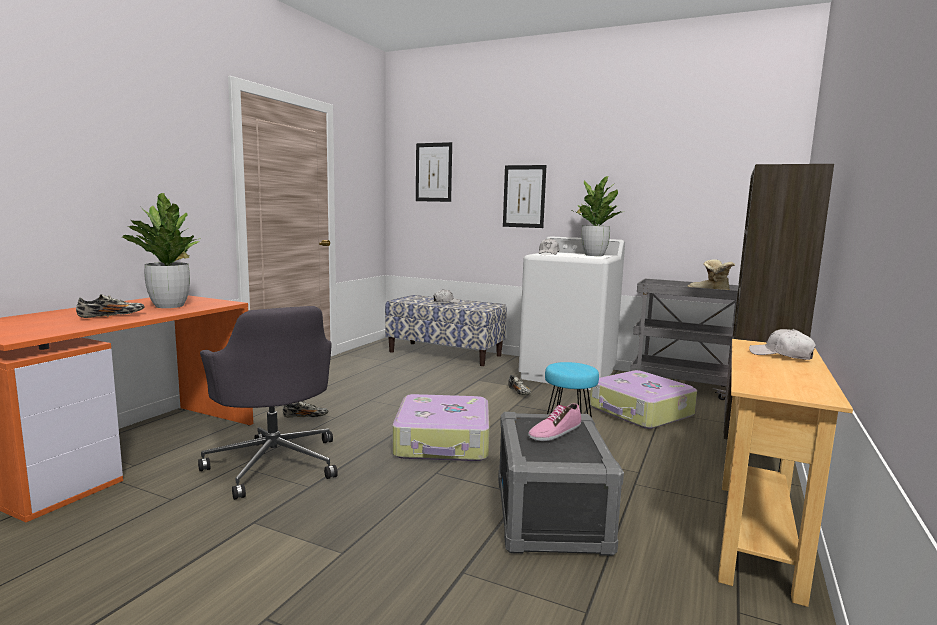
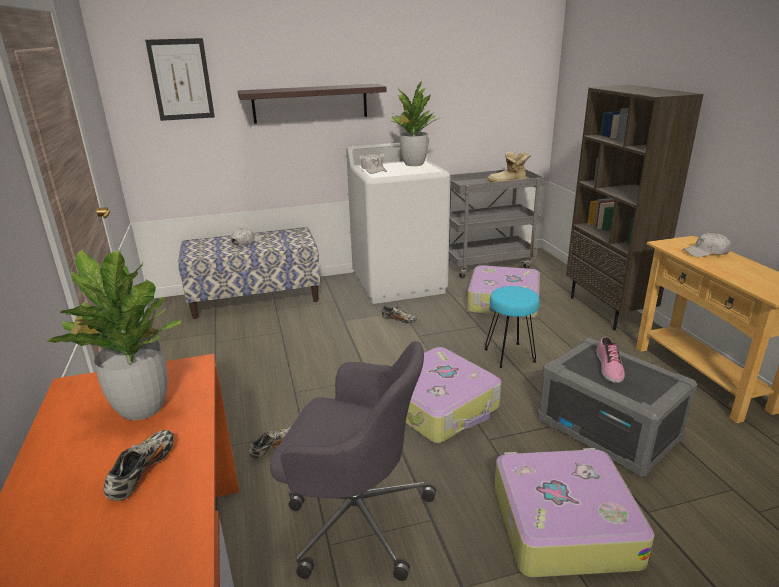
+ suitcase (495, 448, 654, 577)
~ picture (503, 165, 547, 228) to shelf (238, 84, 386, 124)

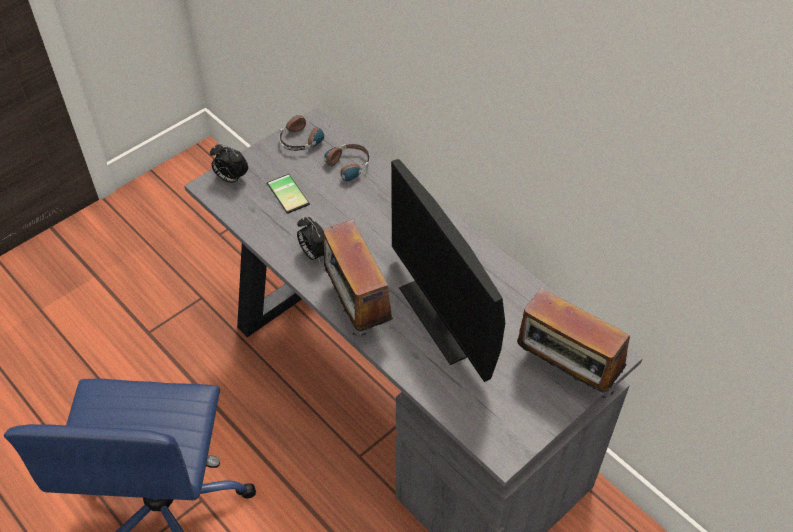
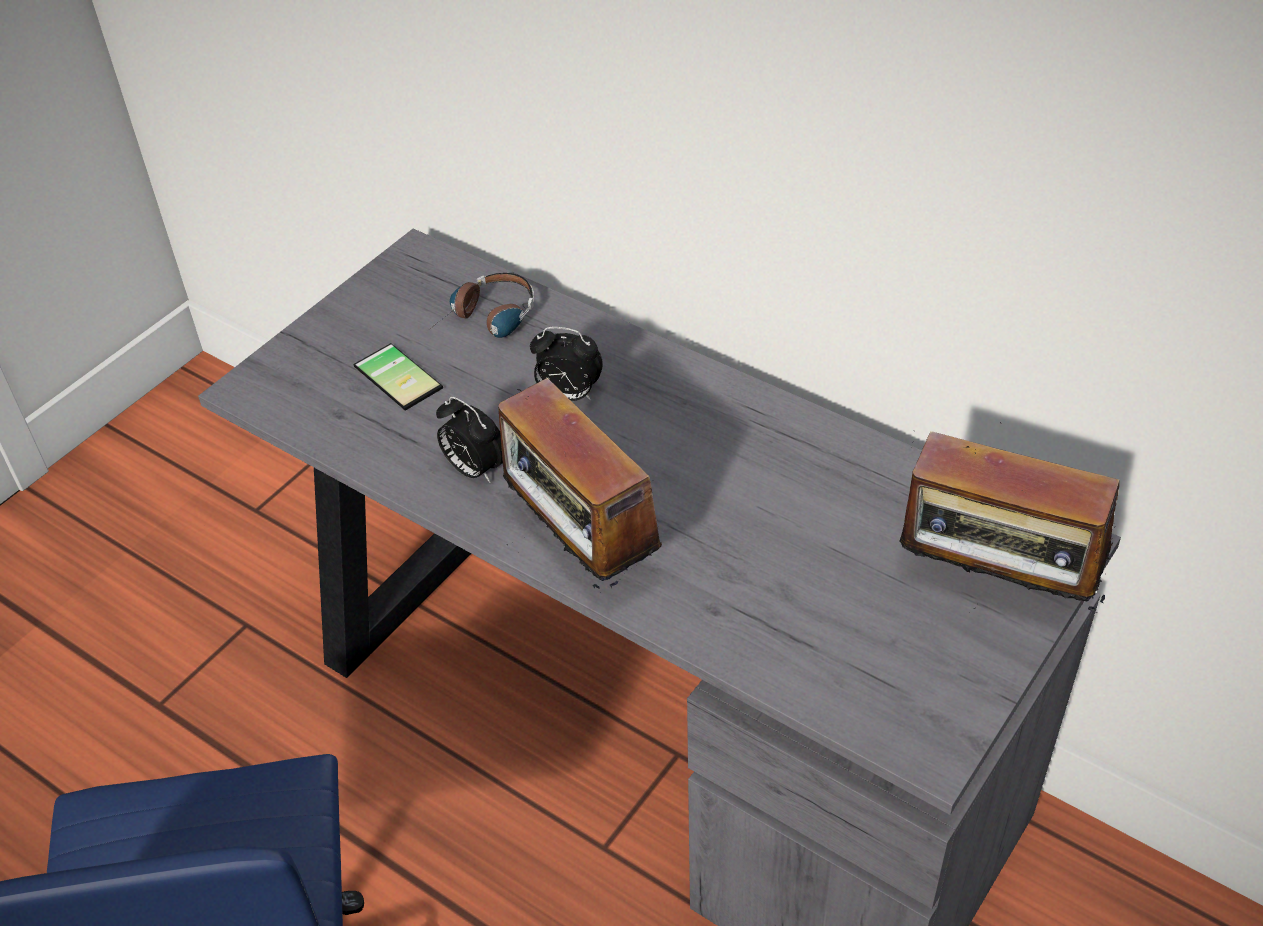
- headphones (279, 115, 333, 151)
- monitor (391, 159, 505, 382)
~ alarm clock (210, 143, 248, 183) to (530, 327, 603, 401)

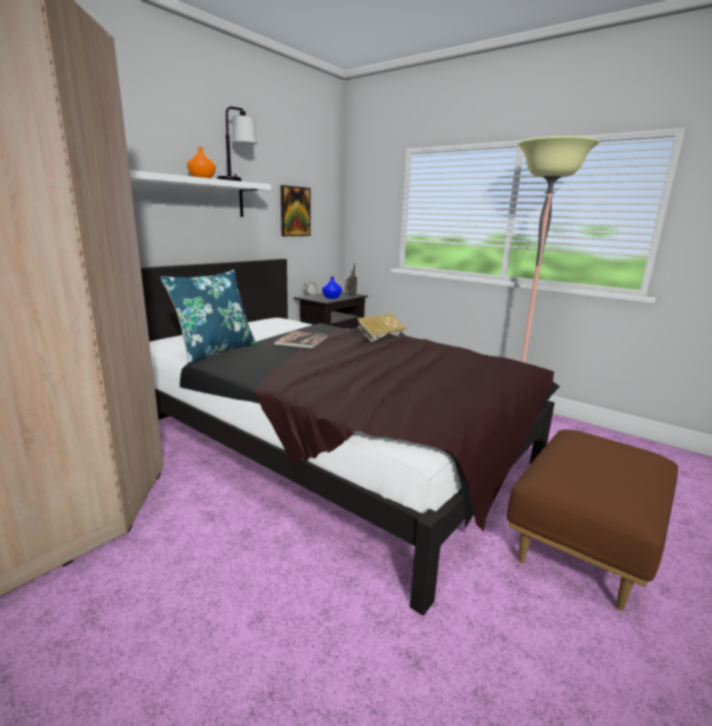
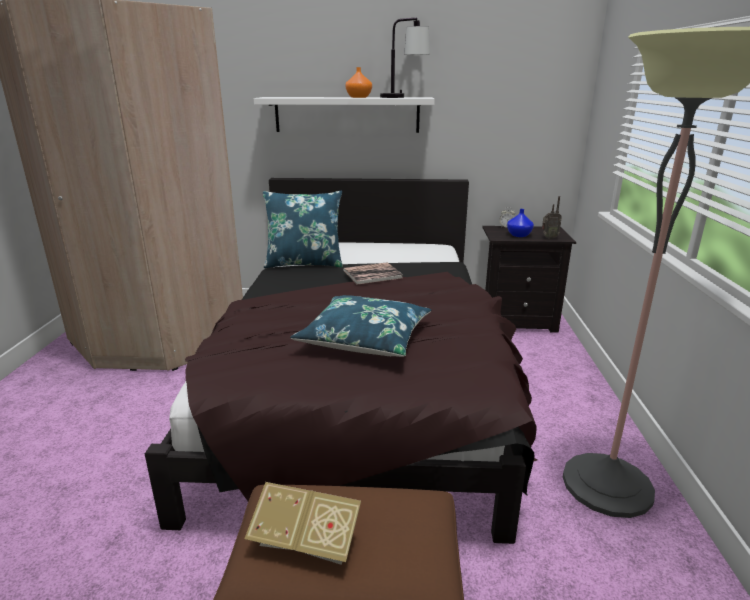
- picture (281, 185, 311, 236)
+ pillow/blue (290, 295, 432, 357)
~ book (357, 313, 407, 342) to (244, 482, 361, 565)

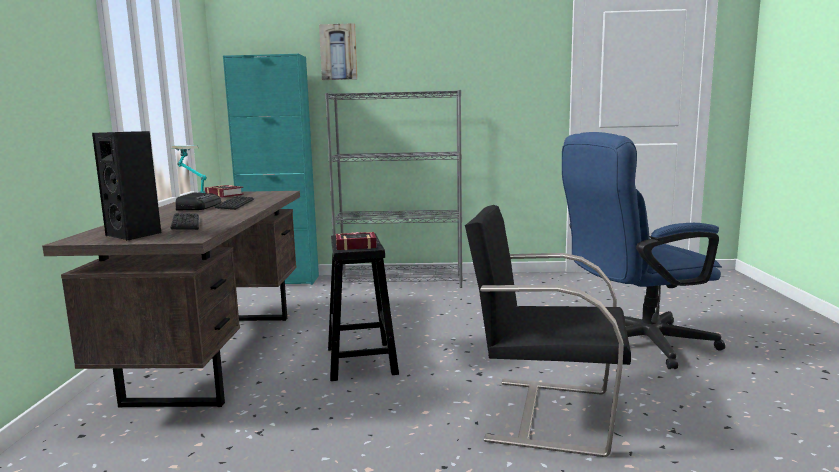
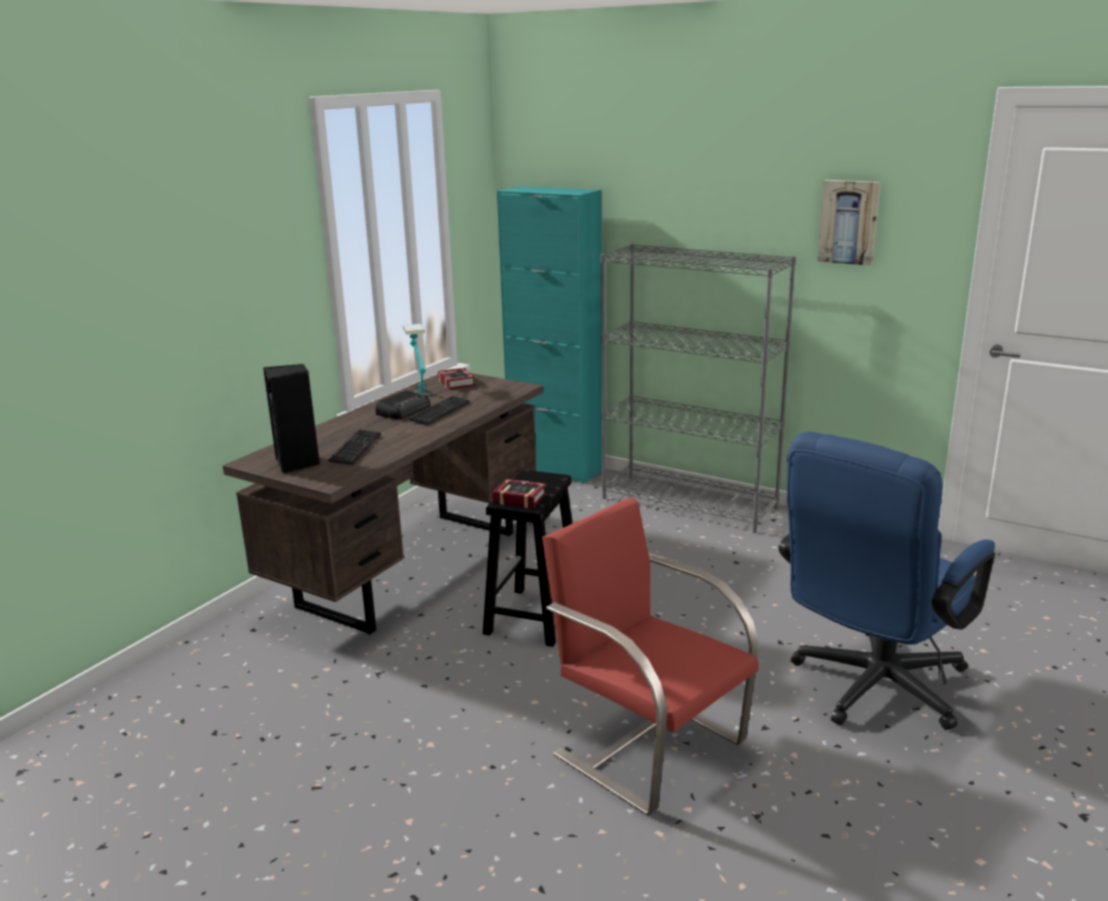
~ picture (319, 23, 358, 80) to (817, 180, 880, 266)
~ chair/black (465, 205, 631, 457) to chair/red (542, 498, 759, 815)
~ office chair/blue (562, 132, 725, 369) = (778, 432, 995, 730) 60 degrees counterclockwise

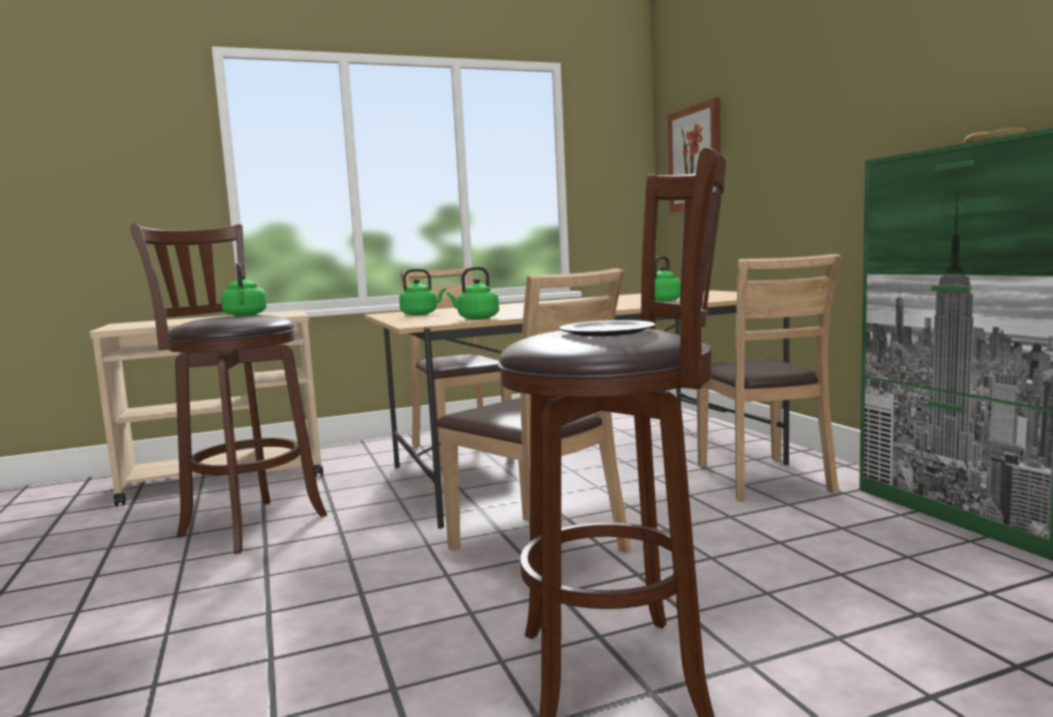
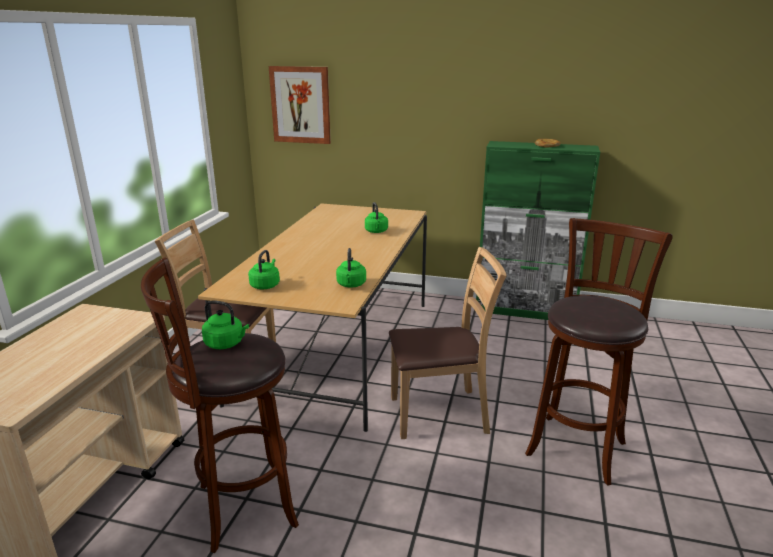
- plate (559, 320, 655, 336)
- chair/brown (697, 254, 842, 501)

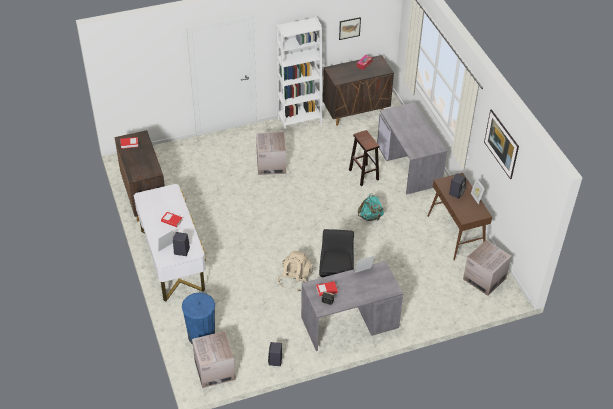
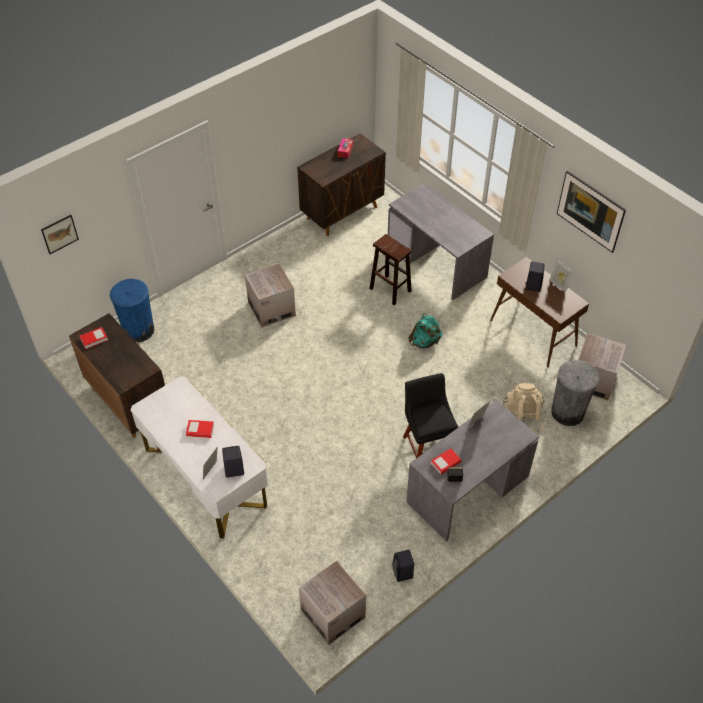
- bookcase/white (276, 17, 322, 133)
+ trash can/grey (551, 360, 599, 426)
~ trash can/blue (182, 292, 215, 345) to (110, 279, 154, 342)
~ backpack/beige (278, 251, 313, 292) to (503, 383, 545, 433)
~ picture (339, 17, 361, 40) to (41, 215, 79, 254)

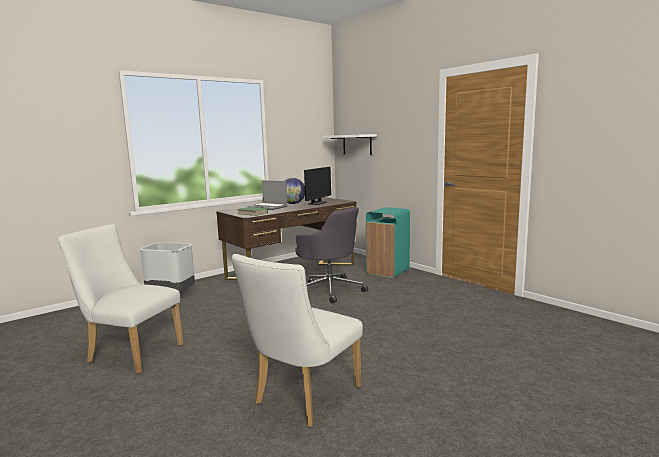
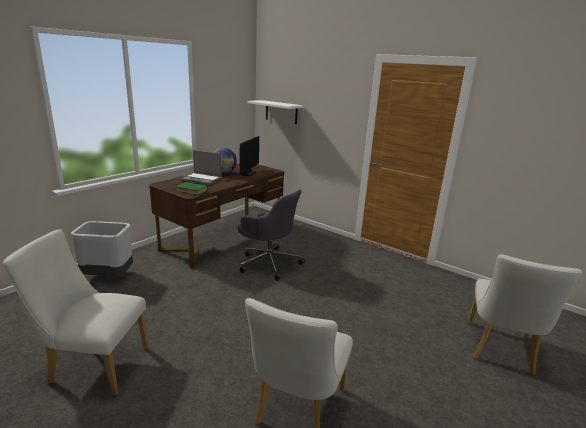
- trash can/turquoise (366, 207, 410, 278)
+ chair/white (468, 254, 582, 375)

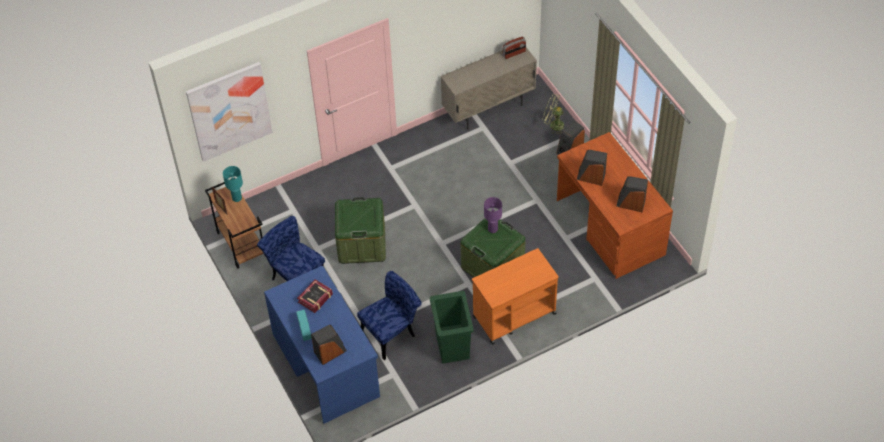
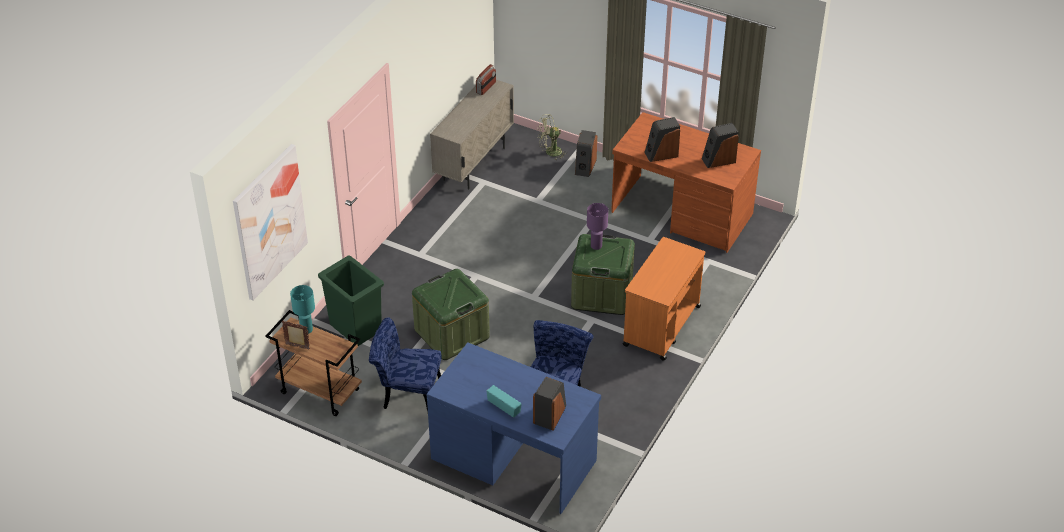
- book (297, 279, 333, 313)
~ trash can/green (430, 291, 474, 364) to (318, 256, 384, 346)

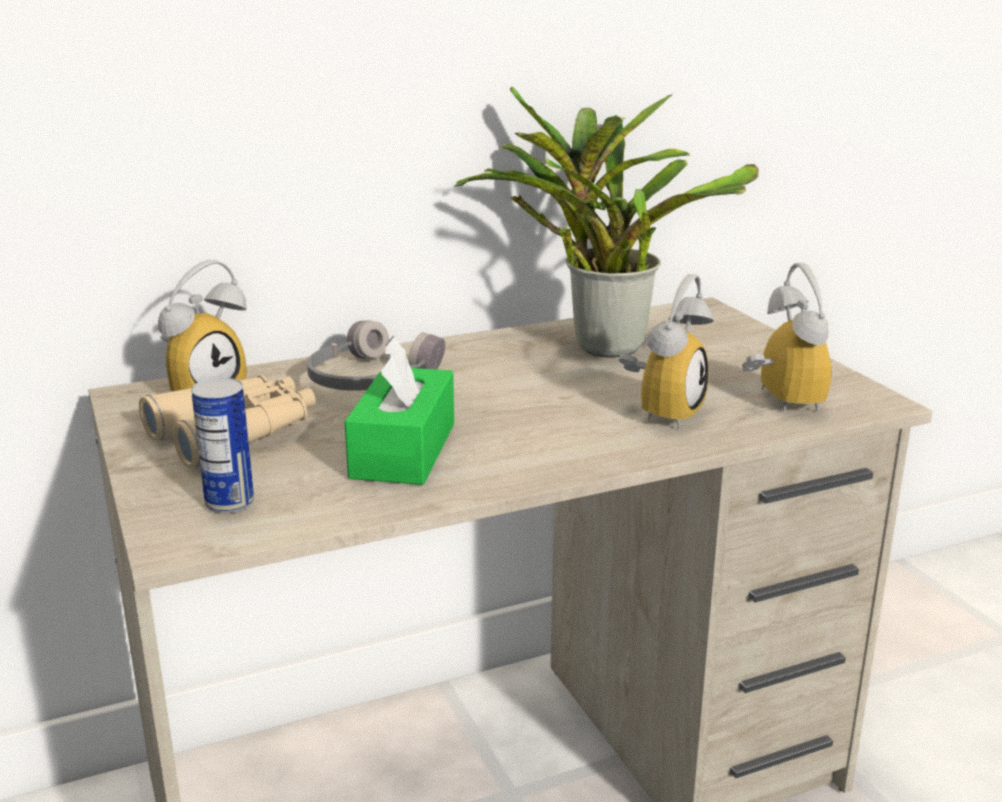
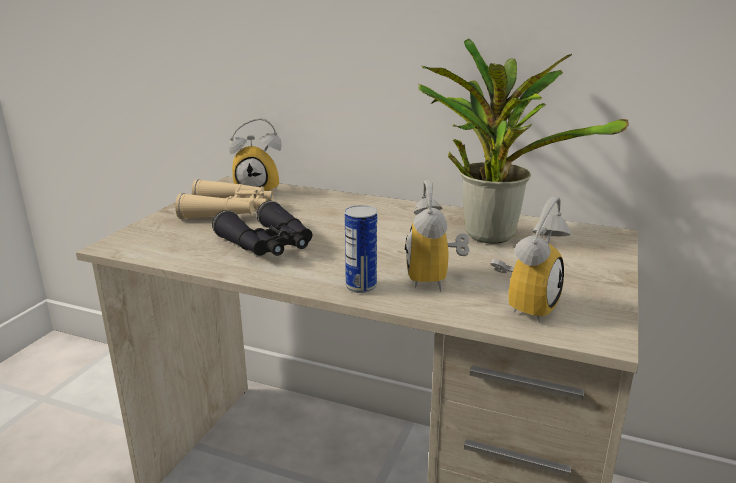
- headphones/grey (307, 321, 445, 391)
~ can (191, 378, 254, 513) to (345, 205, 377, 293)
~ tissue box/green (344, 336, 454, 485) to binoculars/black (212, 201, 312, 256)
~ alarm clock (619, 274, 714, 429) = (405, 180, 469, 292) 105 degrees clockwise

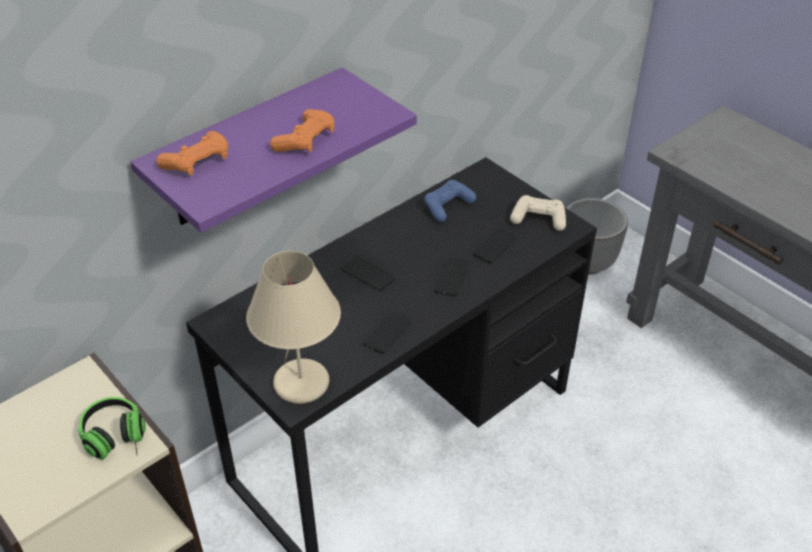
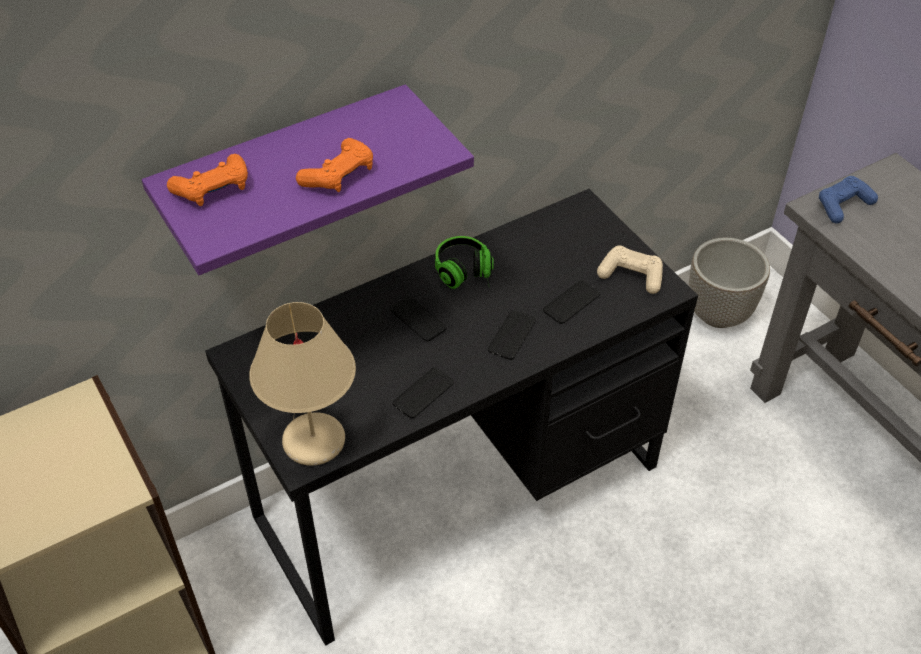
~ headphones (78, 397, 146, 460) to (435, 236, 494, 289)
~ game controller/blue (424, 180, 476, 222) to (819, 176, 878, 224)

